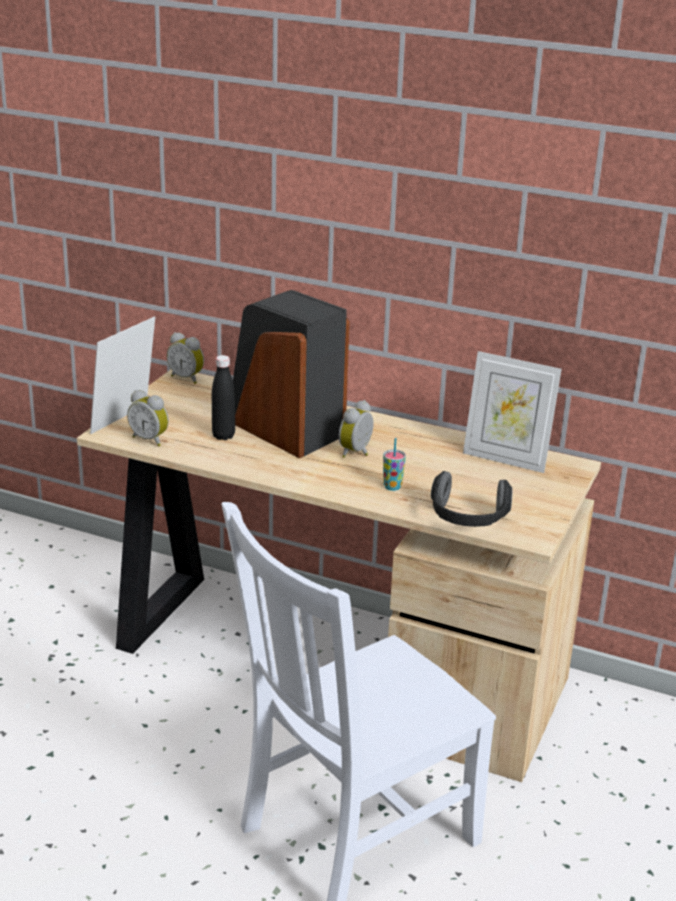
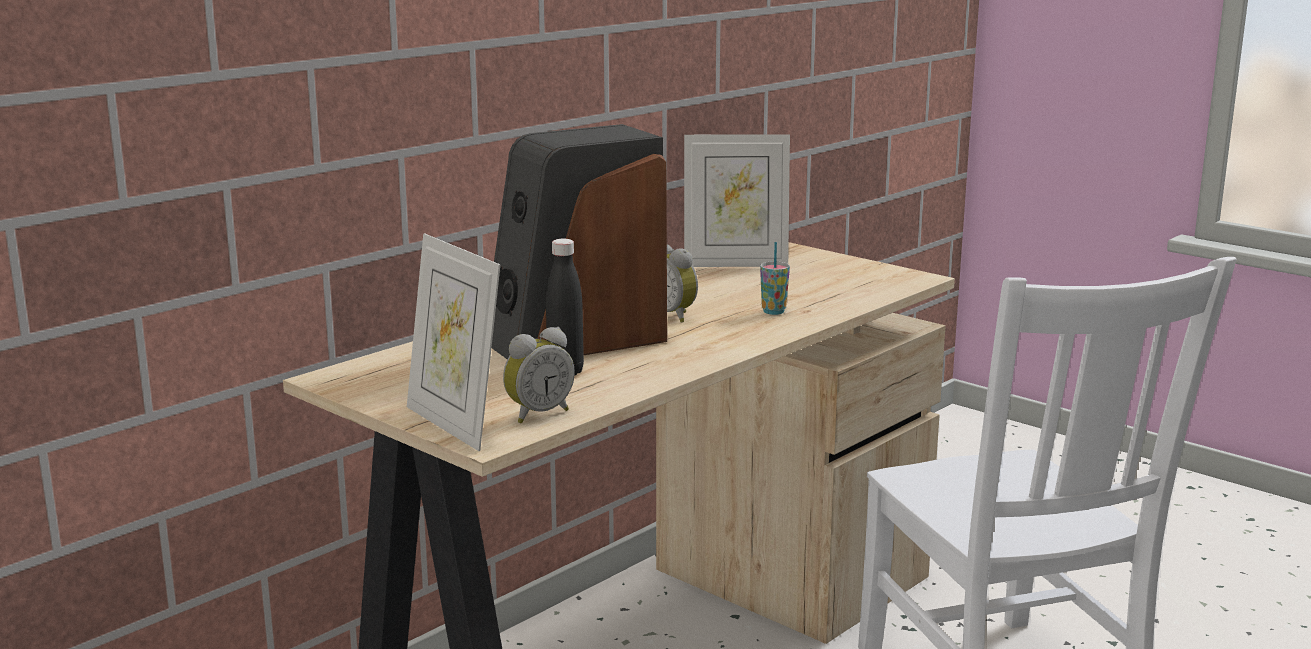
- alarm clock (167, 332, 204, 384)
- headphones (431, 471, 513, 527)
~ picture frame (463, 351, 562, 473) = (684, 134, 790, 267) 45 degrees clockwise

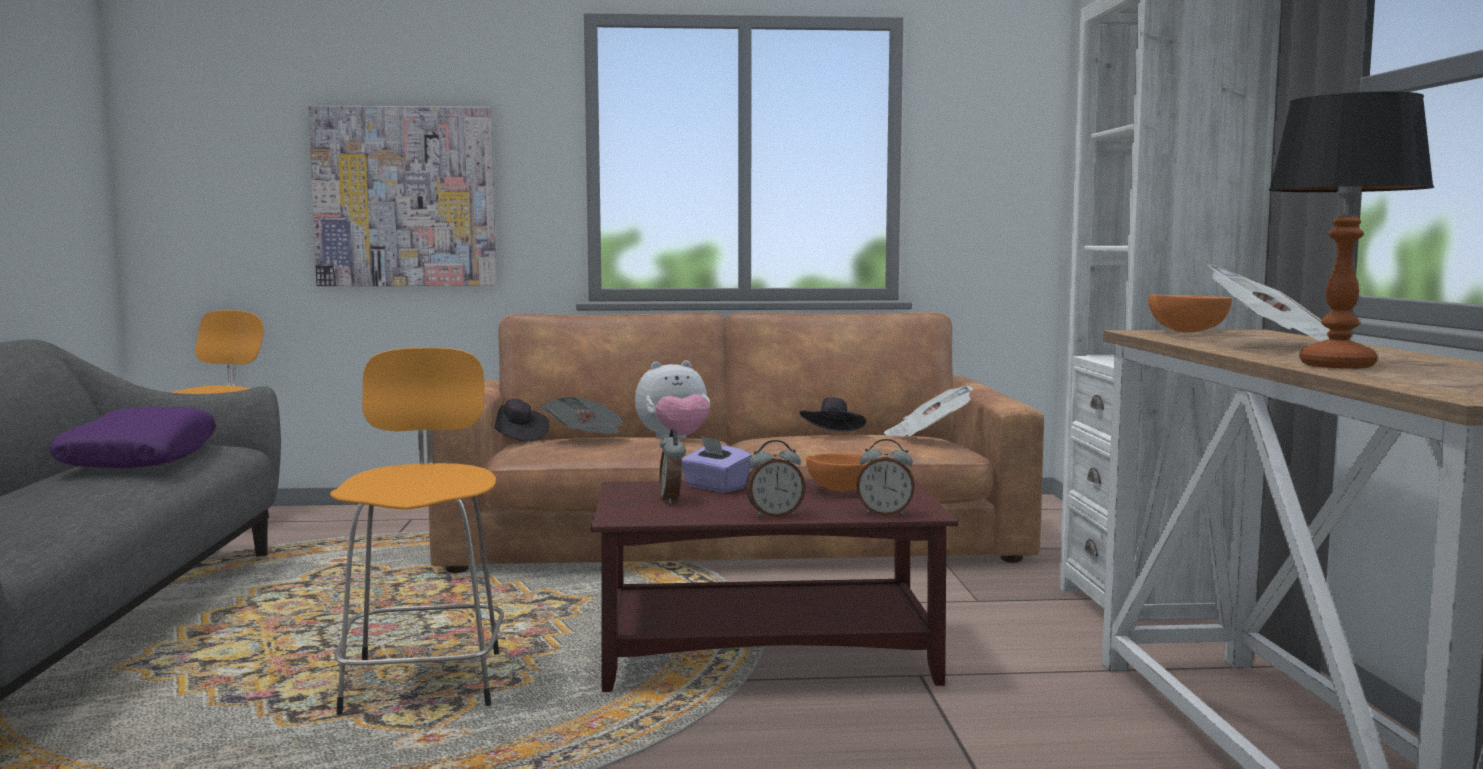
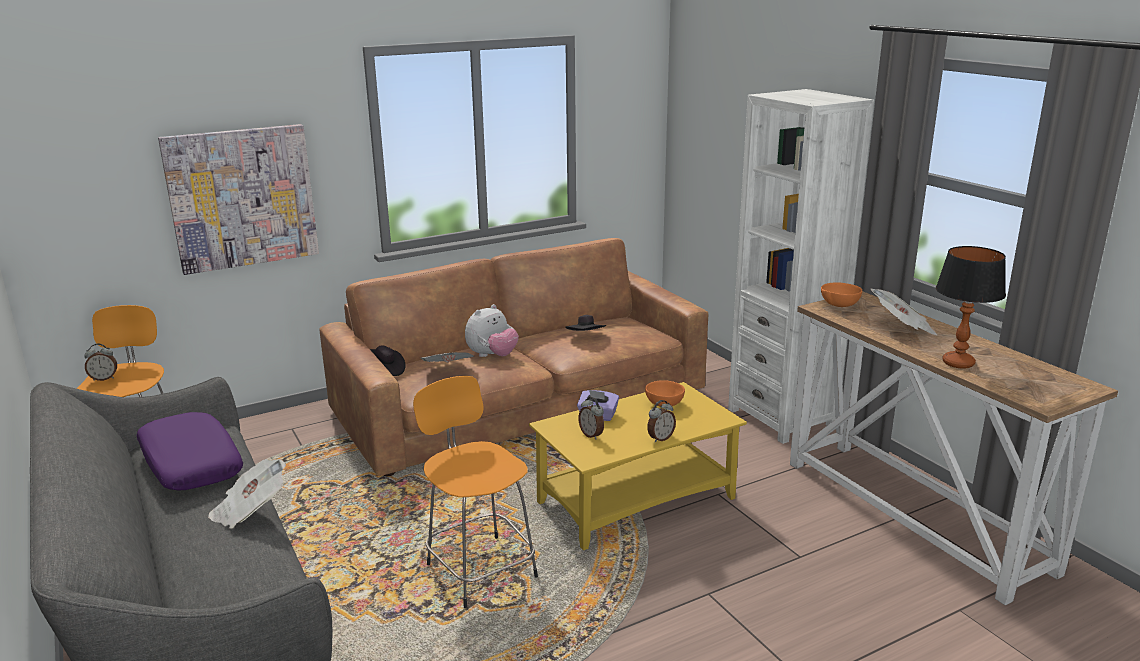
~ alarm clock (857, 439, 915, 516) to (84, 344, 117, 381)
~ newspaper (884, 386, 974, 437) to (208, 459, 286, 529)
~ coffee table/brown (591, 479, 958, 692) to coffee table/yellow (529, 382, 747, 550)

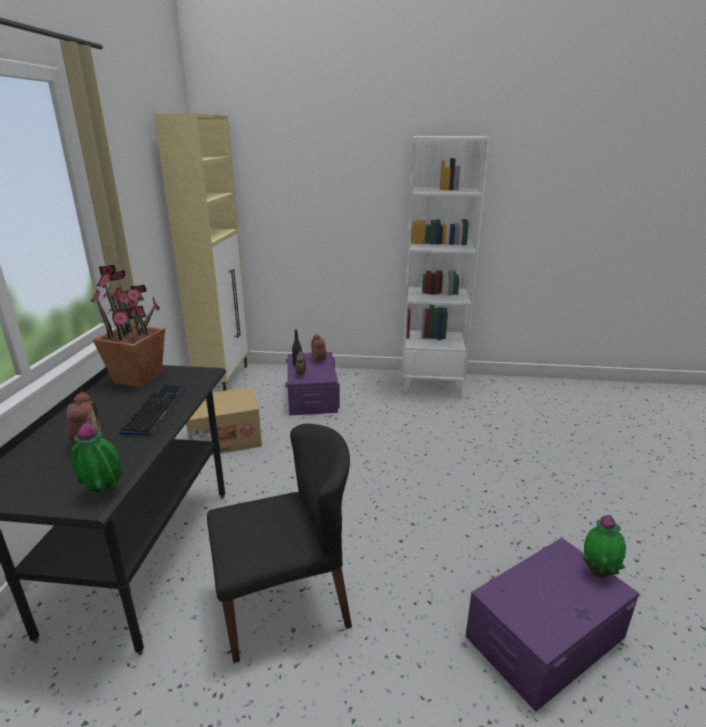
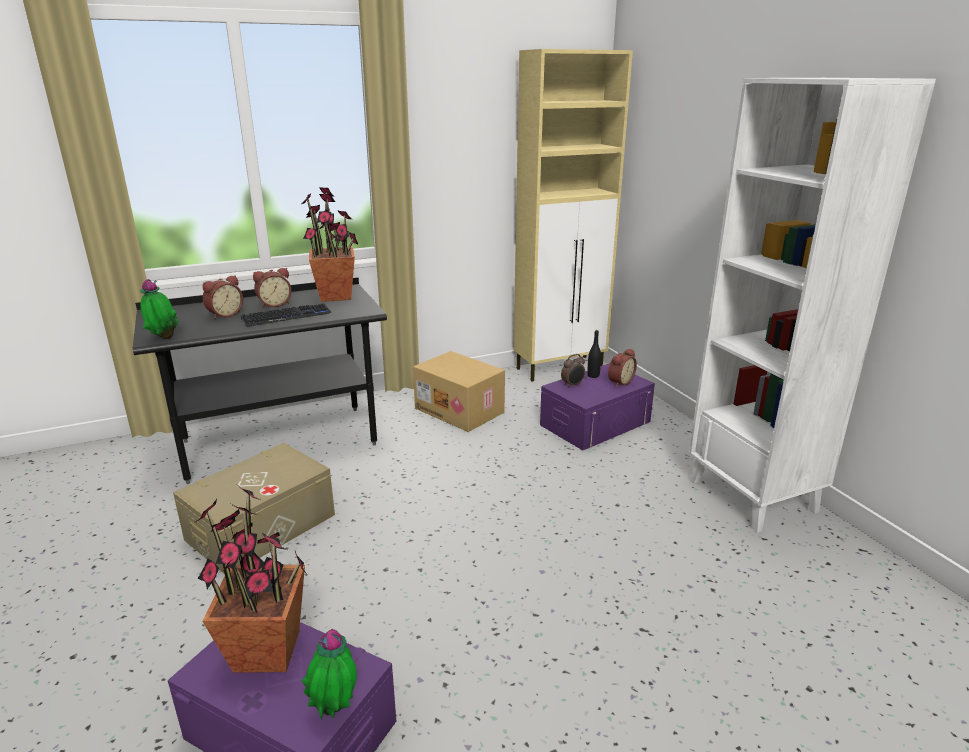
+ potted plant (194, 487, 306, 673)
+ alarm clock (253, 268, 292, 308)
~ chair/black (207, 424, 352, 663) to storage box/beige (173, 443, 335, 574)

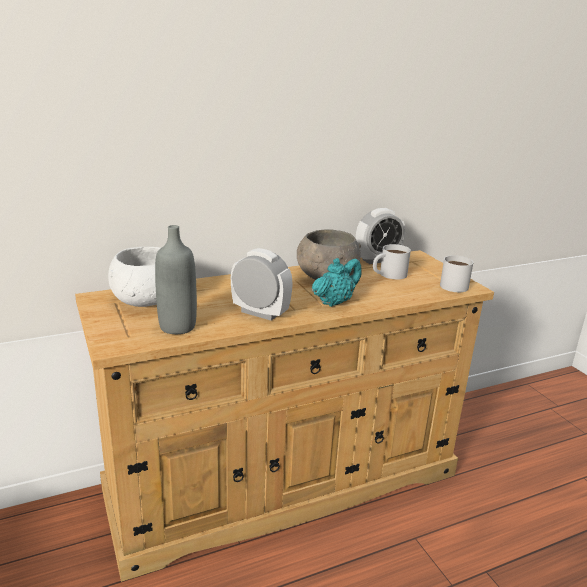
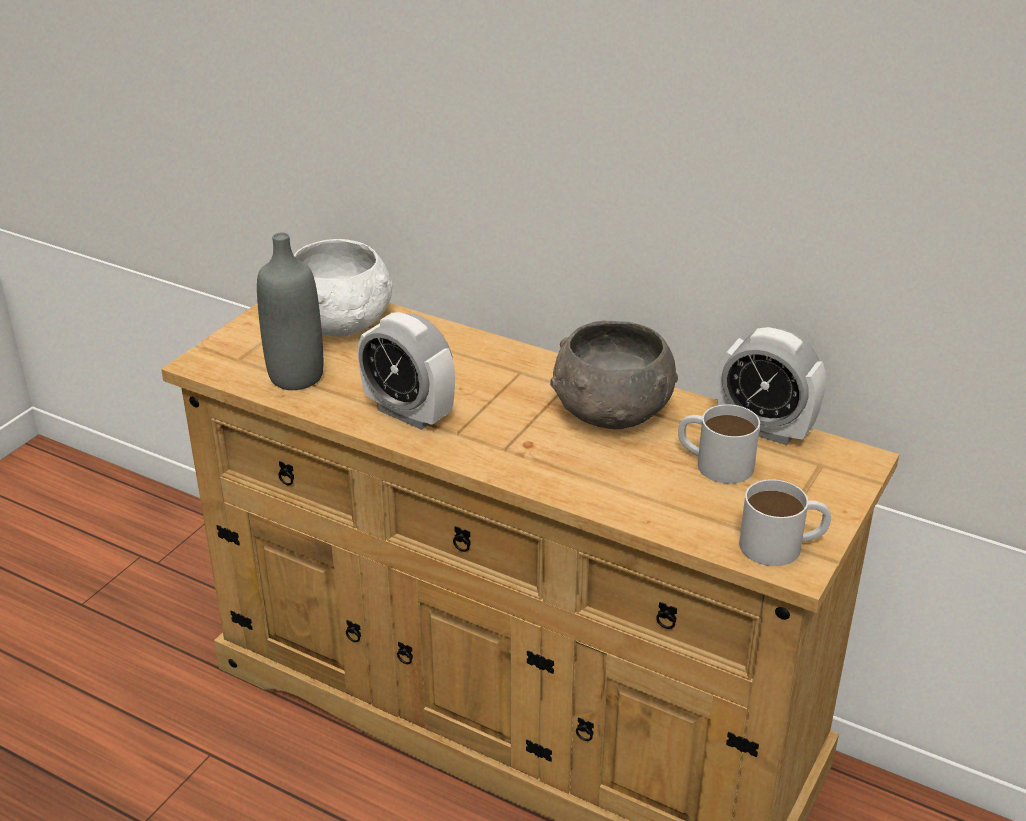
- teapot/turquoise (312, 258, 362, 307)
~ alarm clock (231, 248, 293, 321) = (358, 312, 455, 430) 135 degrees clockwise

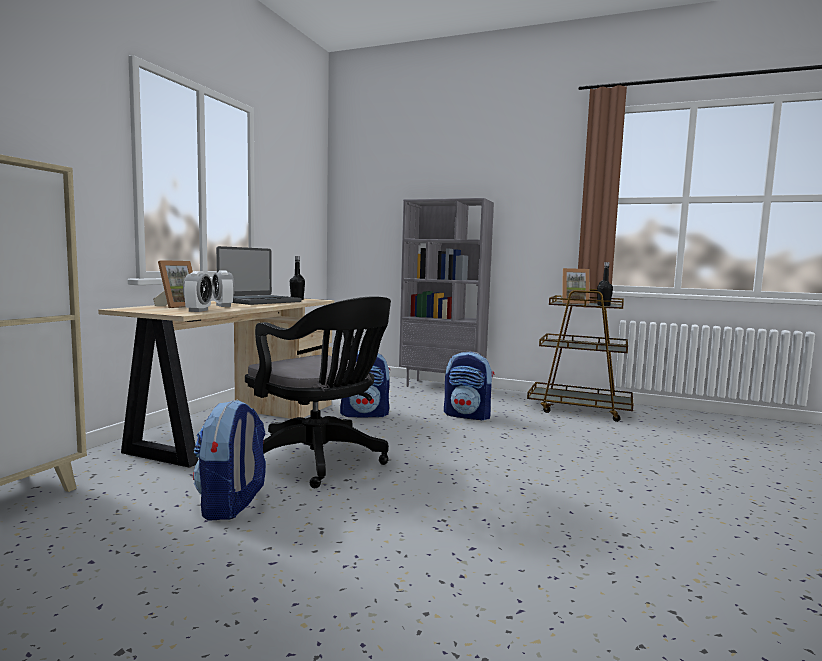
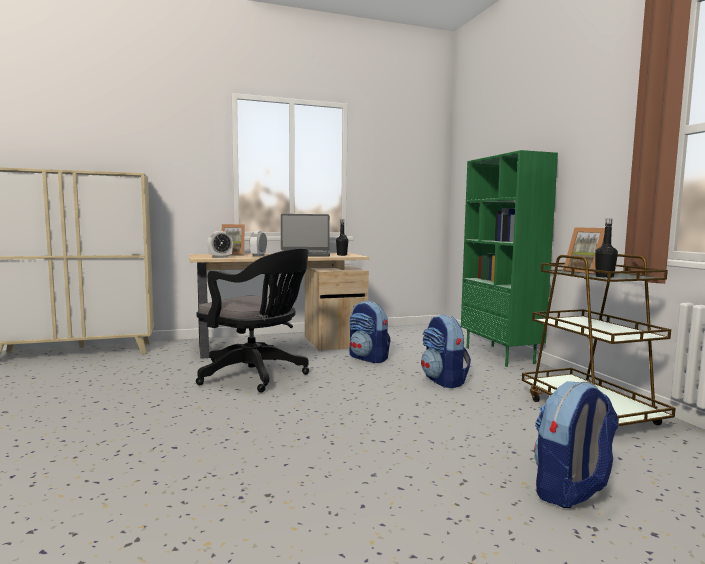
~ backpack (193, 400, 266, 521) to (534, 381, 619, 508)
~ bookcase/grey (399, 198, 494, 387) to bookcase/green (461, 150, 558, 367)
~ office chair/black (245, 296, 391, 488) = (196, 248, 309, 393) 60 degrees counterclockwise

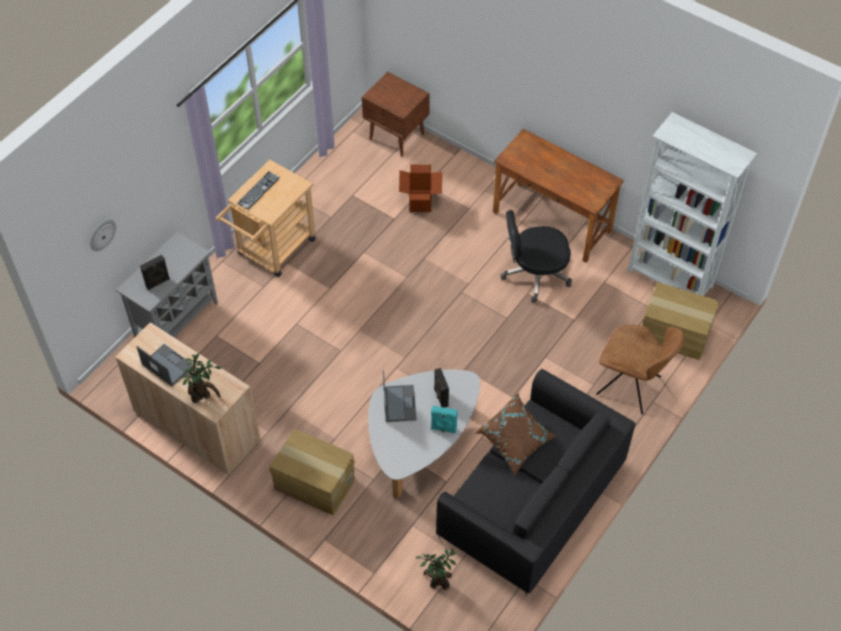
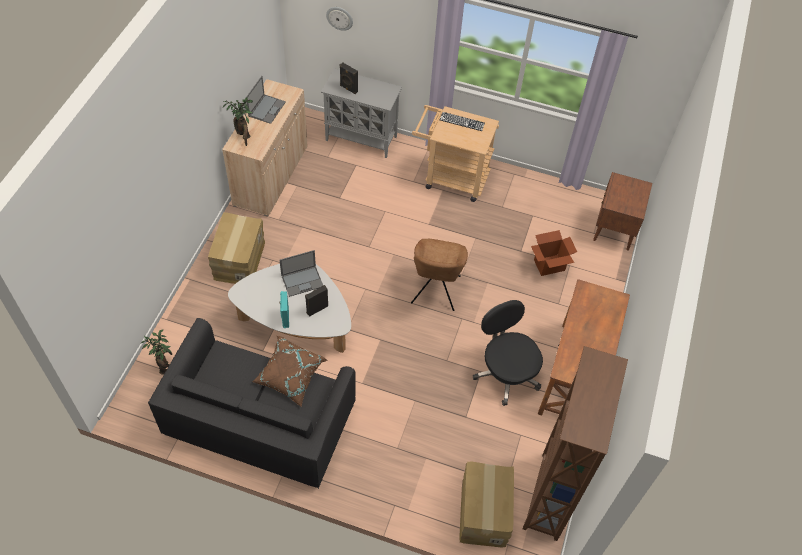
~ chair/brown (596, 325, 685, 414) to (411, 239, 468, 311)
~ bookcase/white (628, 112, 757, 296) to bookcase/brown (523, 346, 628, 541)

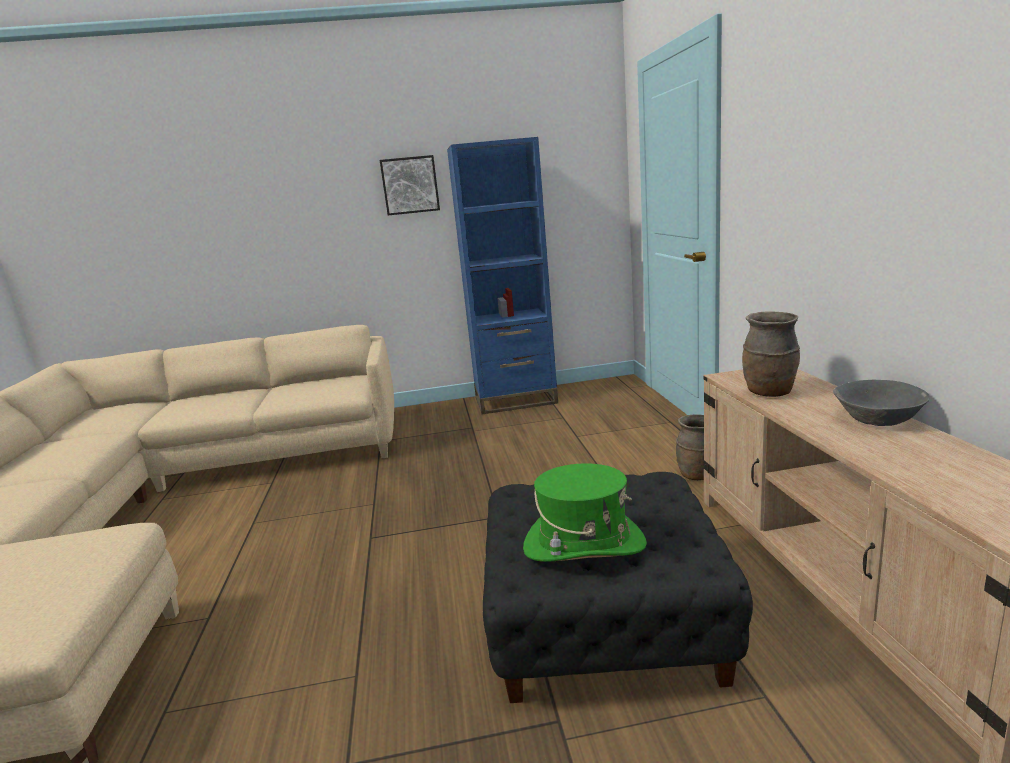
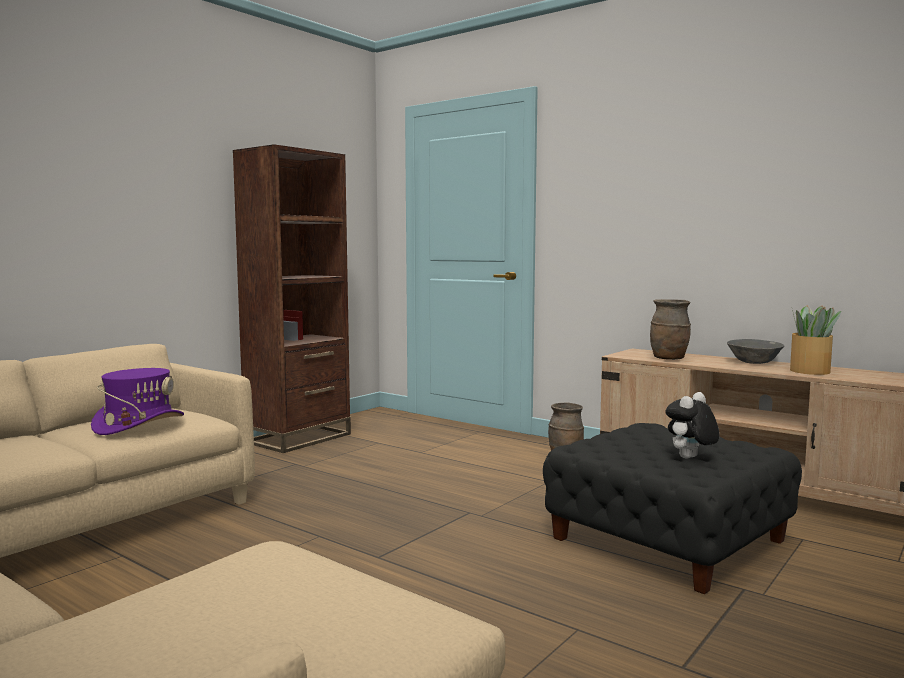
- picture (380, 155, 440, 216)
+ hat/purple (91, 368, 184, 435)
+ potted plant (790, 306, 841, 375)
~ hat/green (523, 463, 647, 562) to plush toy (665, 392, 720, 459)
~ bookcase/blue (447, 137, 558, 414) to bookcase/brown (233, 144, 351, 453)

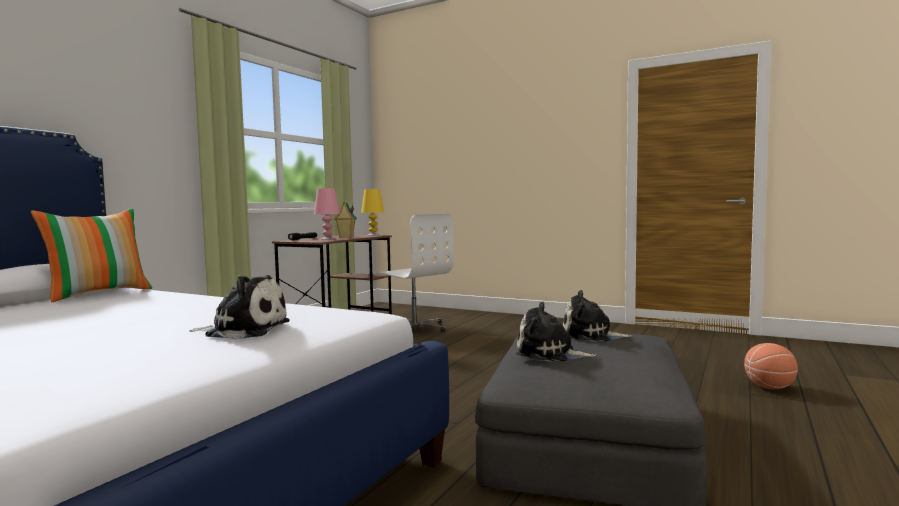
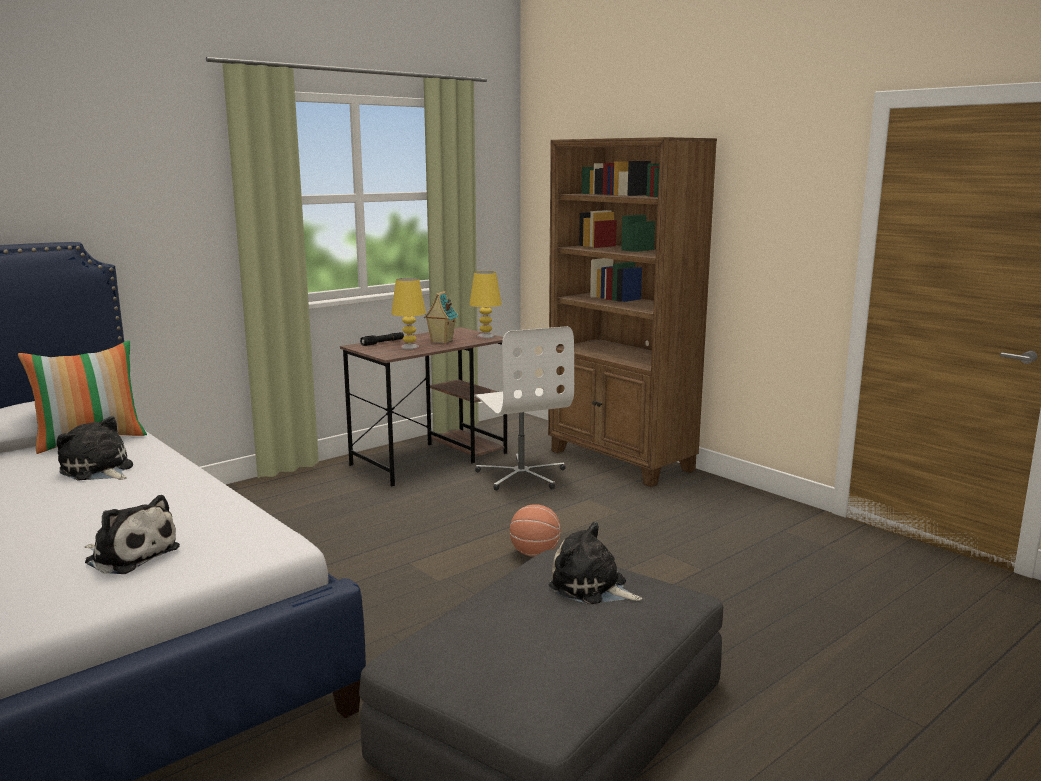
+ bookcase/brown (548, 137, 717, 487)
~ plush toy (516, 302, 596, 362) to (57, 416, 133, 480)
~ basketball (744, 343, 798, 389) to (510, 504, 561, 557)
~ table lamp/pink (314, 188, 340, 240) to table lamp/yellow (391, 278, 426, 349)

